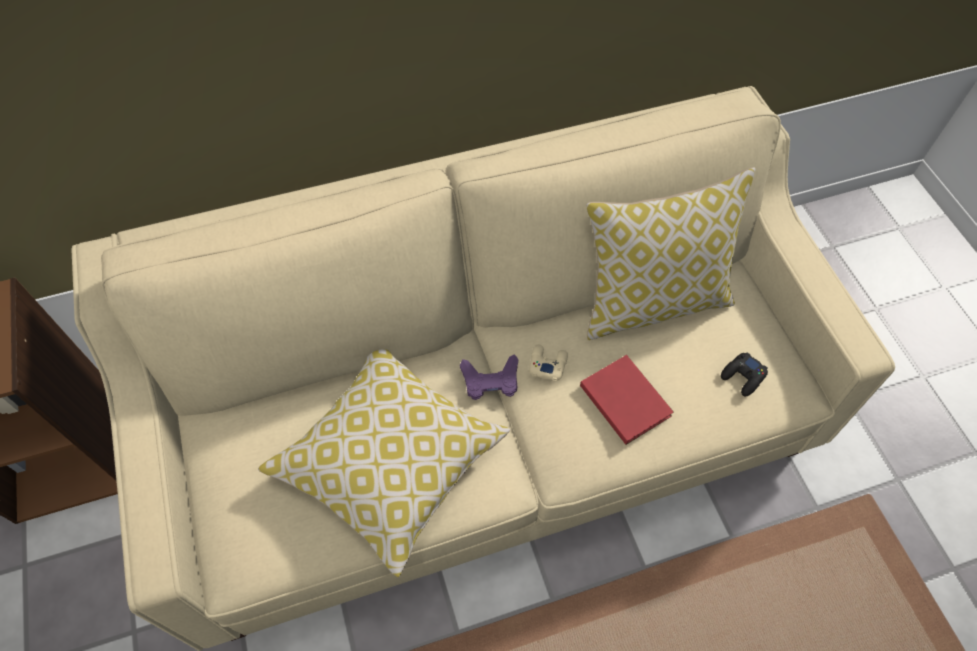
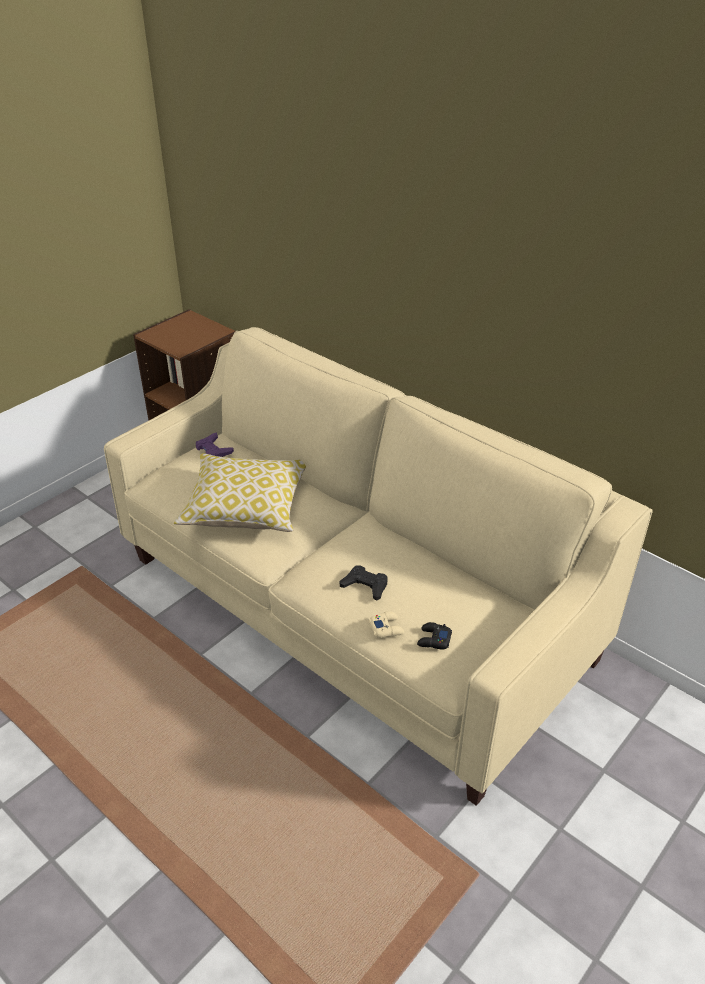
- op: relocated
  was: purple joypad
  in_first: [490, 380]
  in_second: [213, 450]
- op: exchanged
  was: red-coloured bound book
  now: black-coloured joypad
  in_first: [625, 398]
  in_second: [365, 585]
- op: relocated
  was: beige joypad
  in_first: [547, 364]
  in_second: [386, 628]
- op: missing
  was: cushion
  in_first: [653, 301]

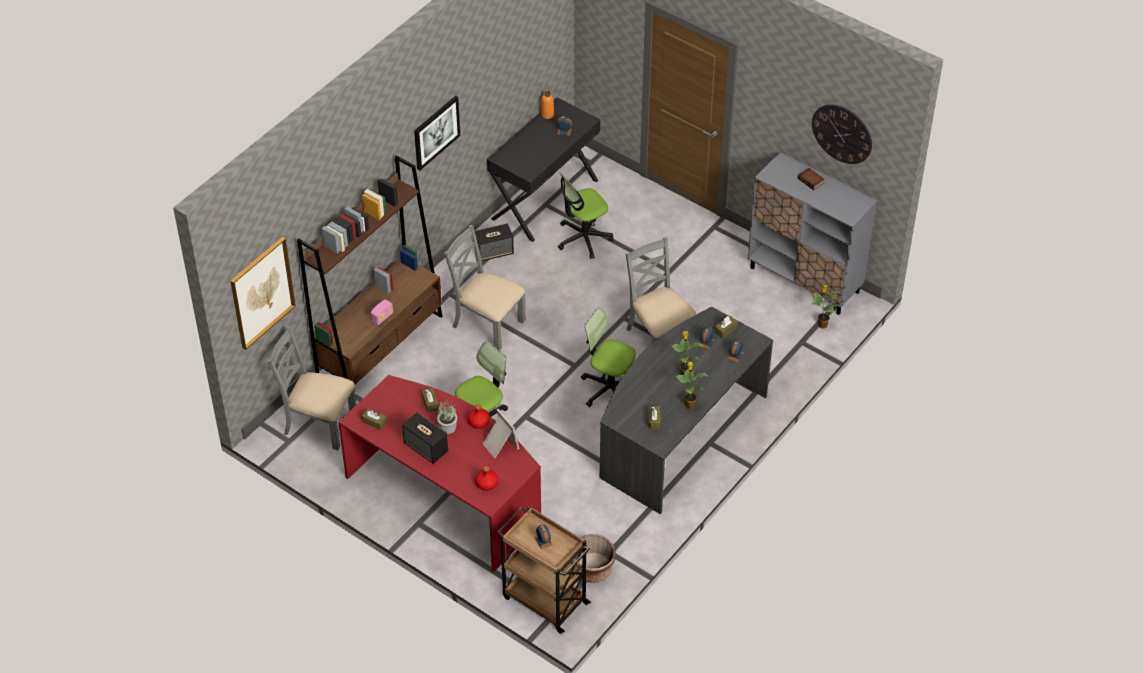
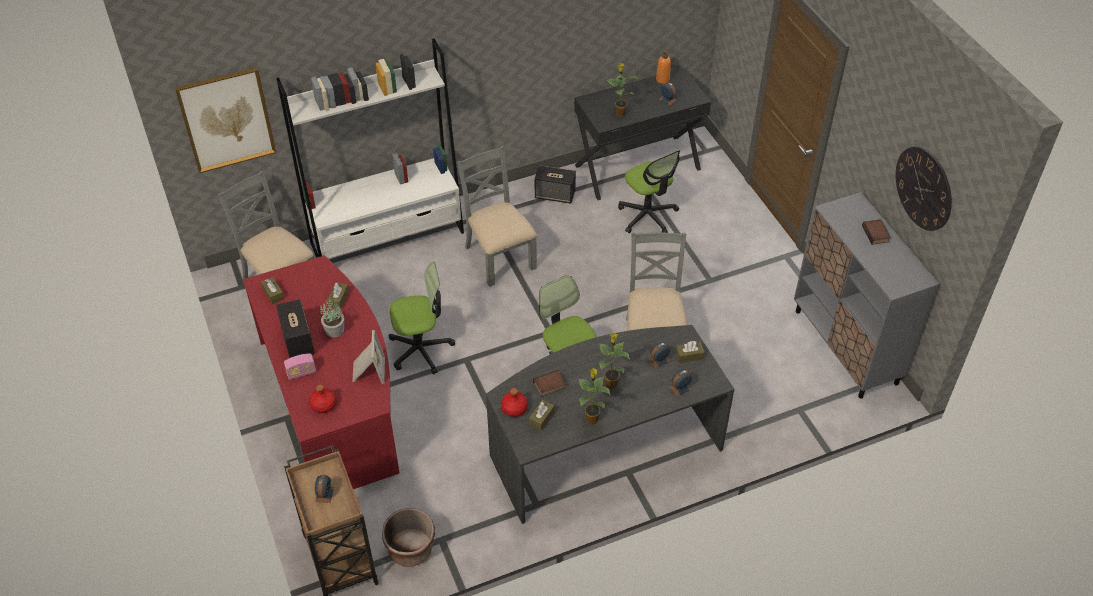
- op: colour
  was: brown bookshelf
  now: whitish bookshelf
  in_first: [380, 347]
  in_second: [388, 238]
- op: relocated
  was: radio
  in_first: [382, 317]
  in_second: [301, 372]
- op: relocated
  was: red-coloured bottle
  in_first: [478, 422]
  in_second: [514, 408]
- op: appeared
  now: bound book
  in_second: [549, 386]
- op: relocated
  was: potted plant
  in_first: [822, 325]
  in_second: [620, 113]
- op: spun
  was: computer chair
  in_first: [583, 238]
  in_second: [648, 216]
  clockwise: -120
- op: missing
  was: wall picture
  in_first: [436, 132]

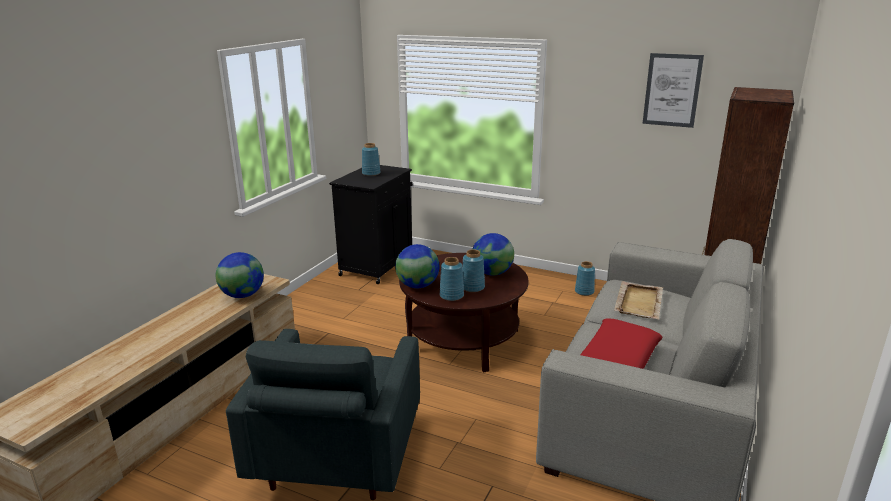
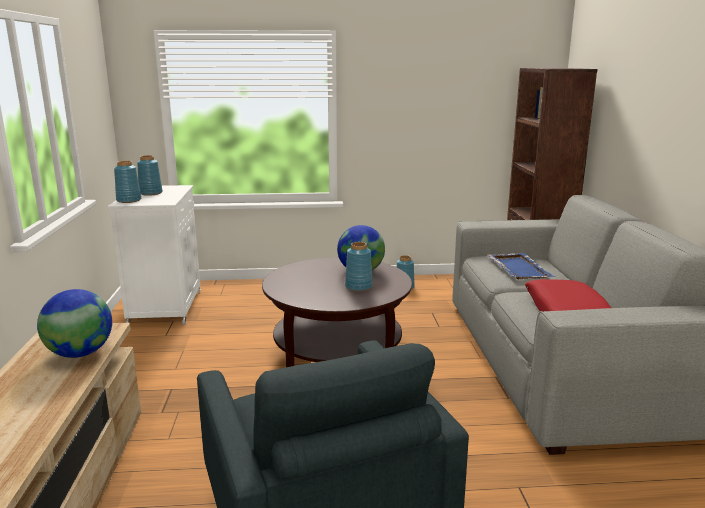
- op: colour
  was: black-coloured cupboard
  now: whitish cupboard
  in_first: [377, 266]
  in_second: [166, 307]
- op: relocated
  was: bluish flower vase
  in_first: [452, 295]
  in_second: [129, 200]
- op: colour
  was: beige tray
  now: bluish tray
  in_first: [639, 302]
  in_second: [518, 268]
- op: missing
  was: desk globe
  in_first: [417, 286]
- op: missing
  was: wall picture
  in_first: [672, 90]

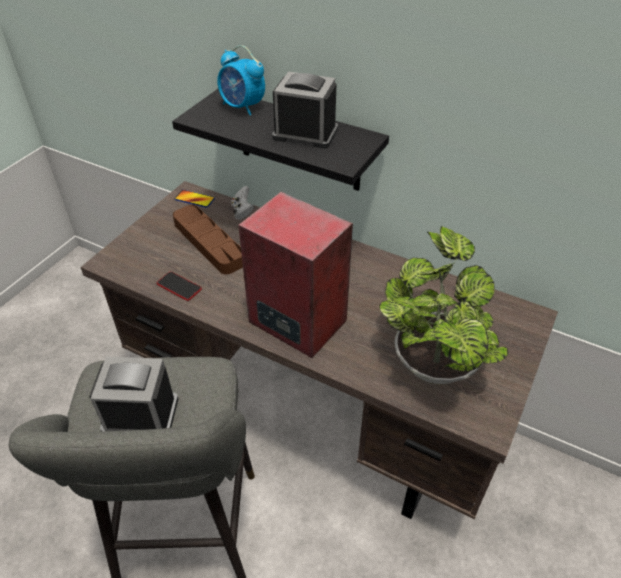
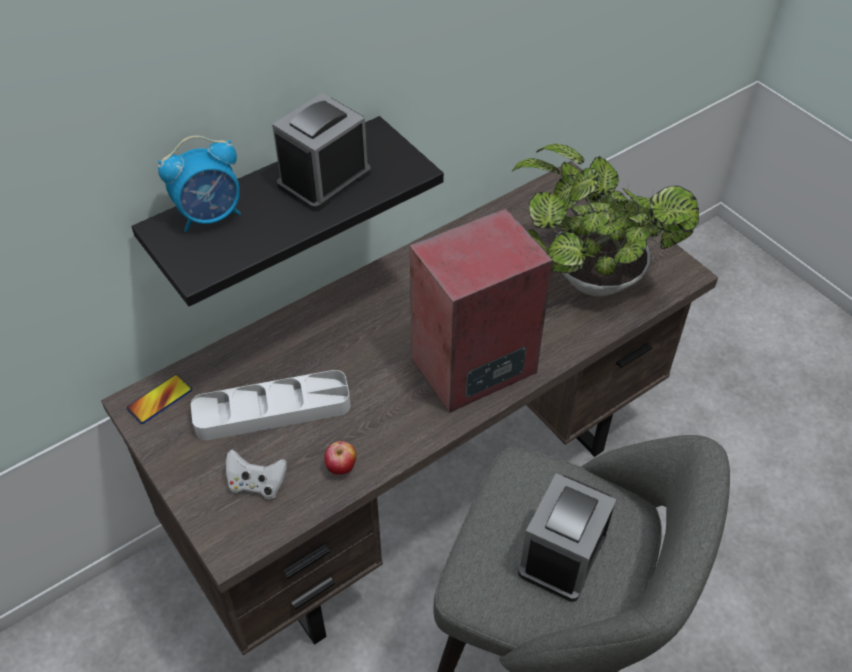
- op: colour
  was: brown tray
  now: whitish tray
  in_first: [209, 243]
  in_second: [272, 410]
- op: relocated
  was: whitish joypad
  in_first: [242, 212]
  in_second: [257, 484]
- op: exchanged
  was: phone
  now: whole apple
  in_first: [179, 286]
  in_second: [341, 468]

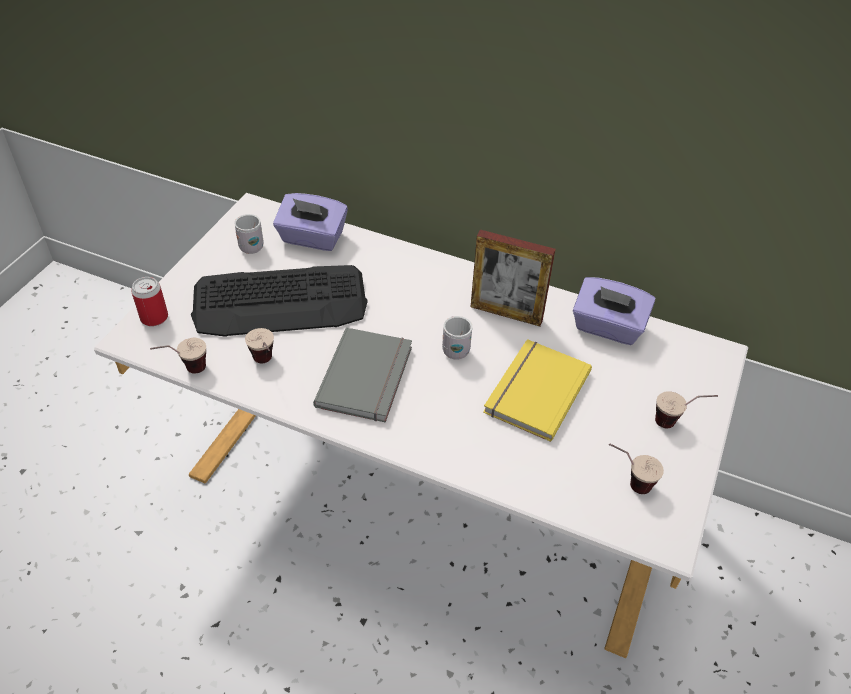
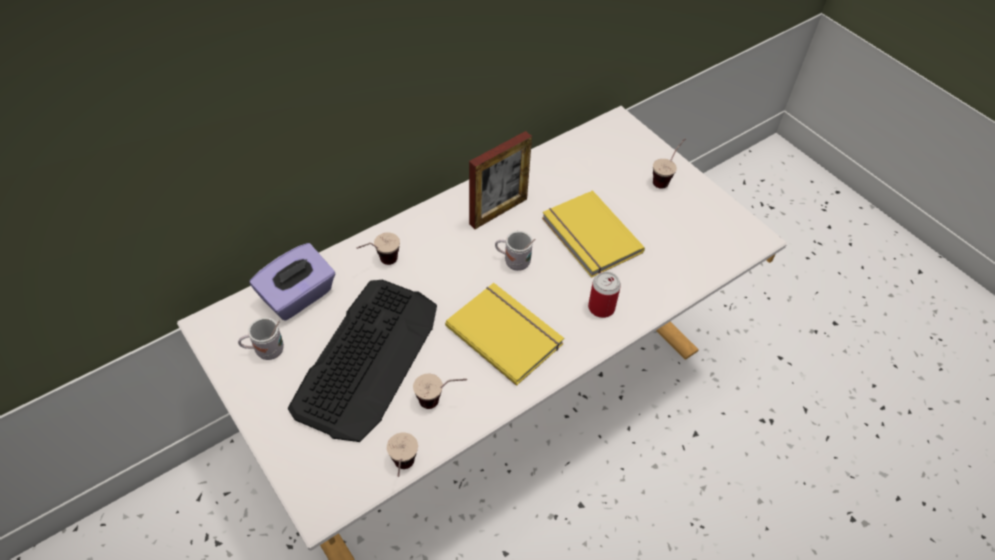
- op: relocated
  was: small cup
  in_first: [627, 482]
  in_second: [380, 264]
- op: colour
  was: greyish bound book
  now: yellowish bound book
  in_first: [368, 377]
  in_second: [506, 333]
- op: relocated
  was: sealed can
  in_first: [154, 317]
  in_second: [601, 307]
- op: missing
  was: purple tissue box
  in_first: [607, 327]

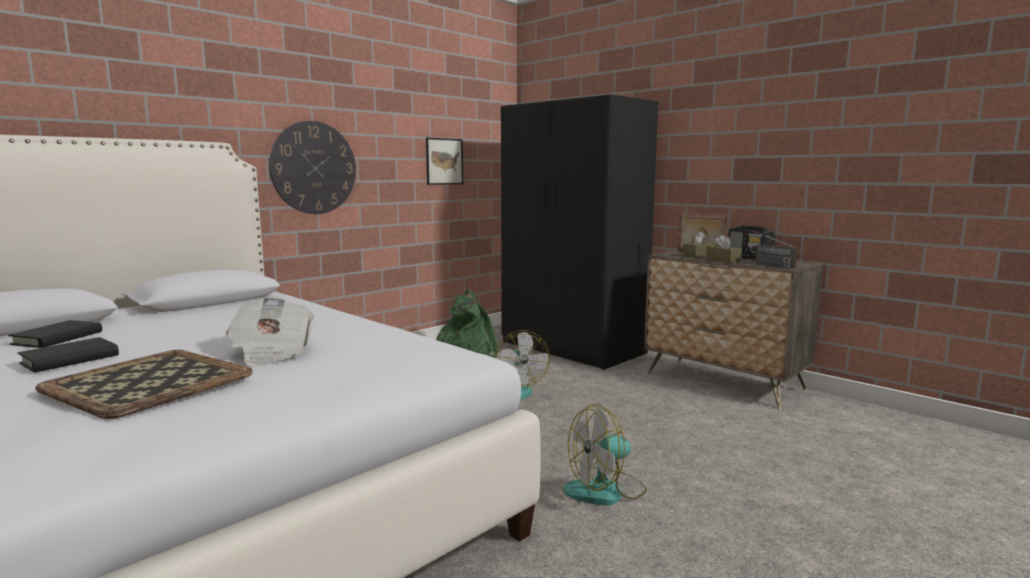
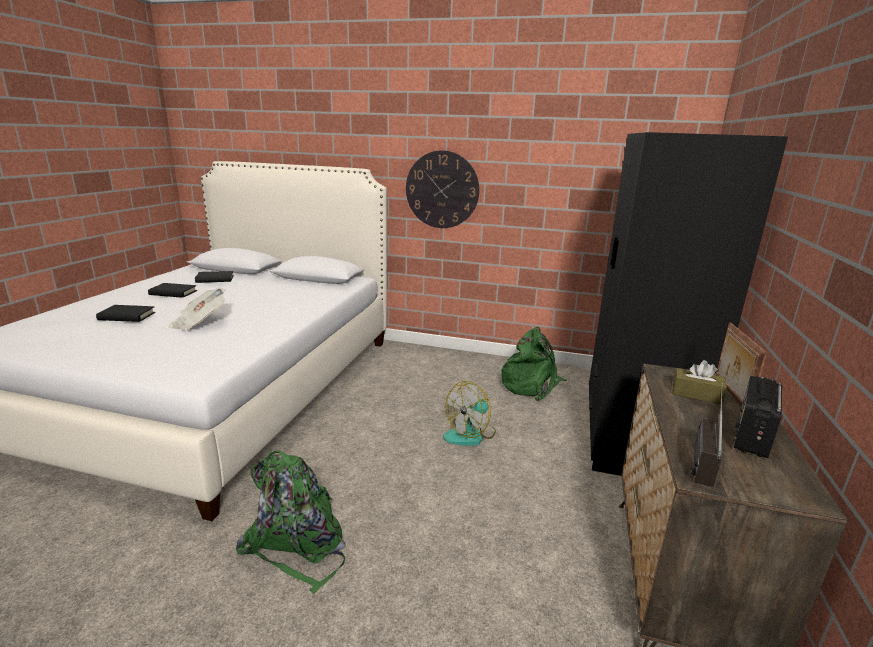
- op: exchanged
  was: tray
  now: black-coloured bound book
  in_first: [146, 382]
  in_second: [126, 316]
- op: exchanged
  was: electric fan
  now: green-coloured backpack
  in_first: [605, 491]
  in_second: [298, 544]
- op: missing
  was: wall picture
  in_first: [444, 161]
- op: missing
  was: brown tissue box
  in_first: [723, 260]

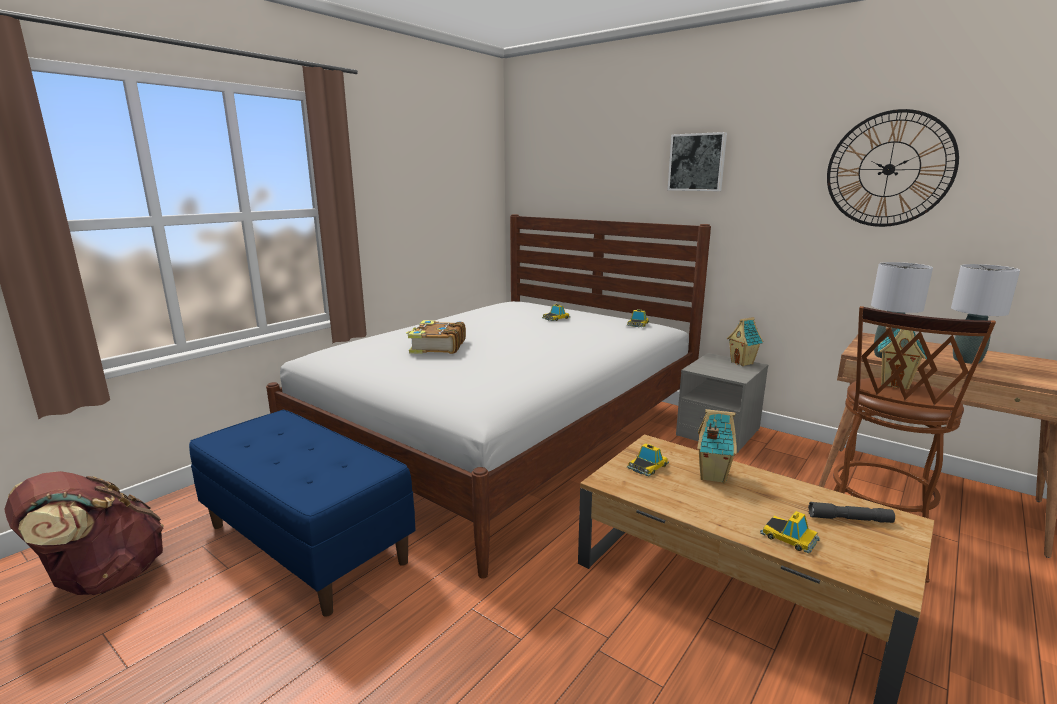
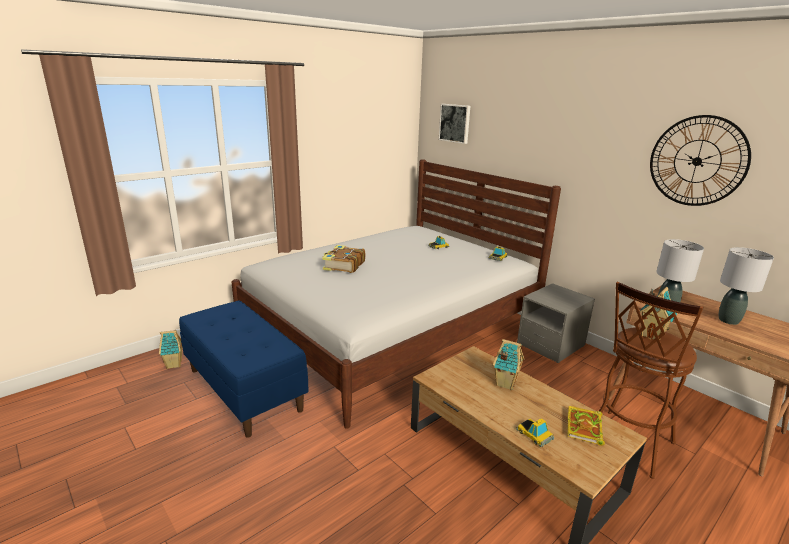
- op: relocated
  was: toy house
  in_first: [742, 363]
  in_second: [174, 364]
- op: relocated
  was: wall picture
  in_first: [697, 162]
  in_second: [455, 123]
- op: exchanged
  was: greyish hand torch
  now: bound book
  in_first: [849, 519]
  in_second: [585, 428]
- op: missing
  was: brown backpack
  in_first: [102, 579]
- op: missing
  was: toy car
  in_first: [647, 466]

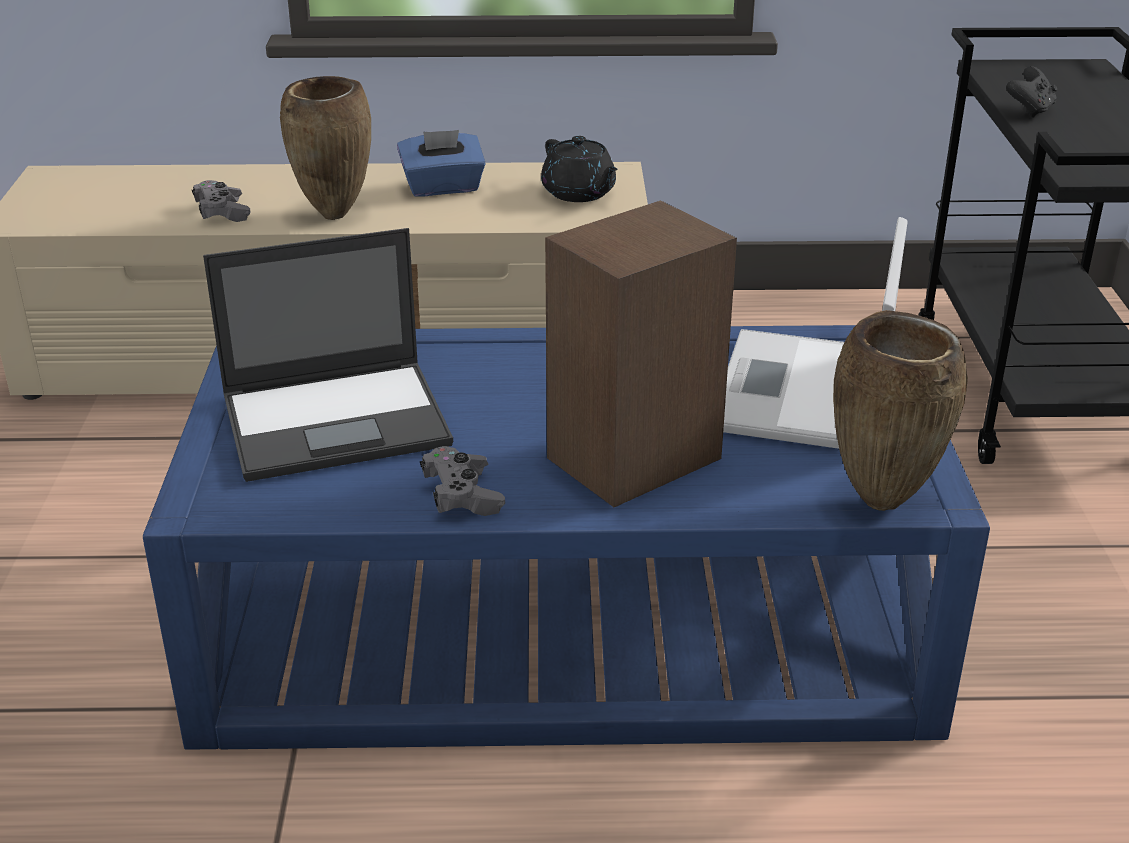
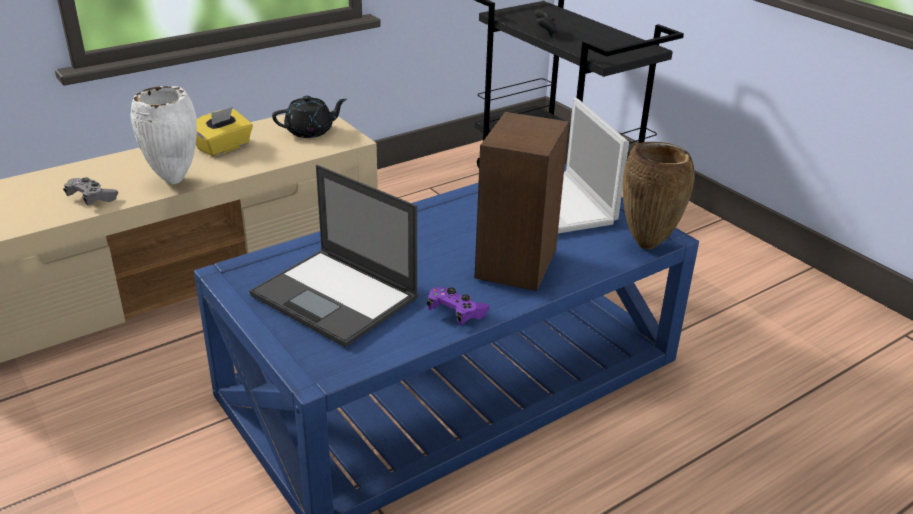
- op: colour
  was: brown flower vase
  now: whitish flower vase
  in_first: [334, 216]
  in_second: [174, 181]
- op: colour
  was: bluish tissue box
  now: yellowish tissue box
  in_first: [443, 188]
  in_second: [224, 147]
- op: spun
  was: portable computer
  in_first: [338, 420]
  in_second: [336, 297]
  clockwise: 90
- op: spun
  was: black-coloured teapot
  in_first: [579, 193]
  in_second: [310, 131]
  clockwise: -45
- op: colour
  was: greyish joypad
  now: purple joypad
  in_first: [462, 496]
  in_second: [456, 313]

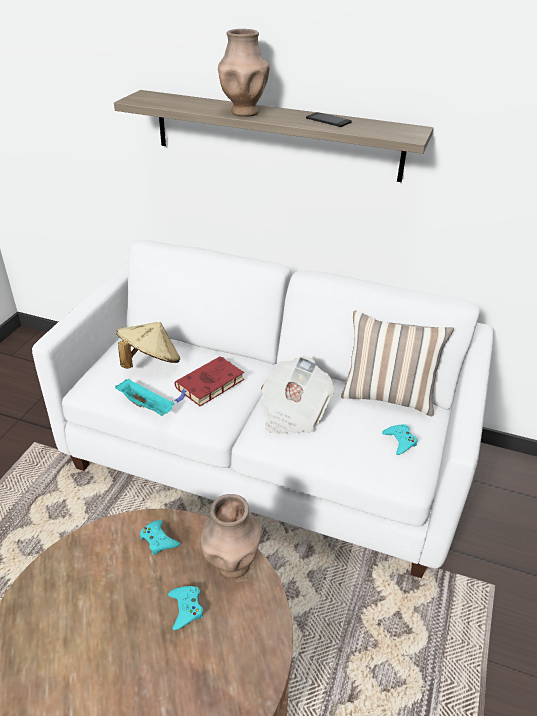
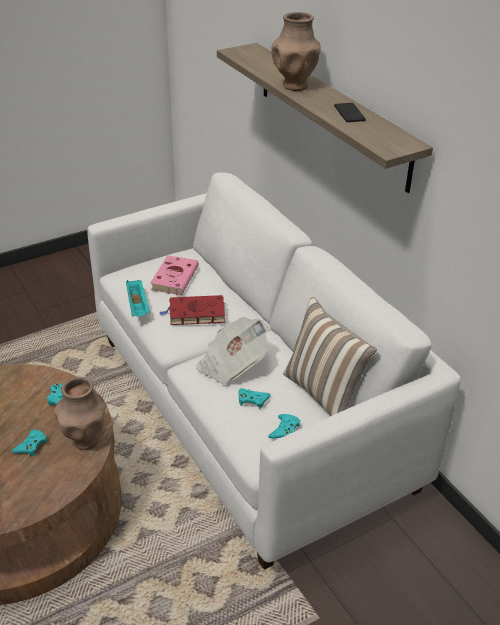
- op: exchanged
  was: beige hat
  now: pink bound book
  in_first: [150, 362]
  in_second: [175, 277]
- op: appeared
  now: turquoise-coloured joypad
  in_second: [252, 400]

